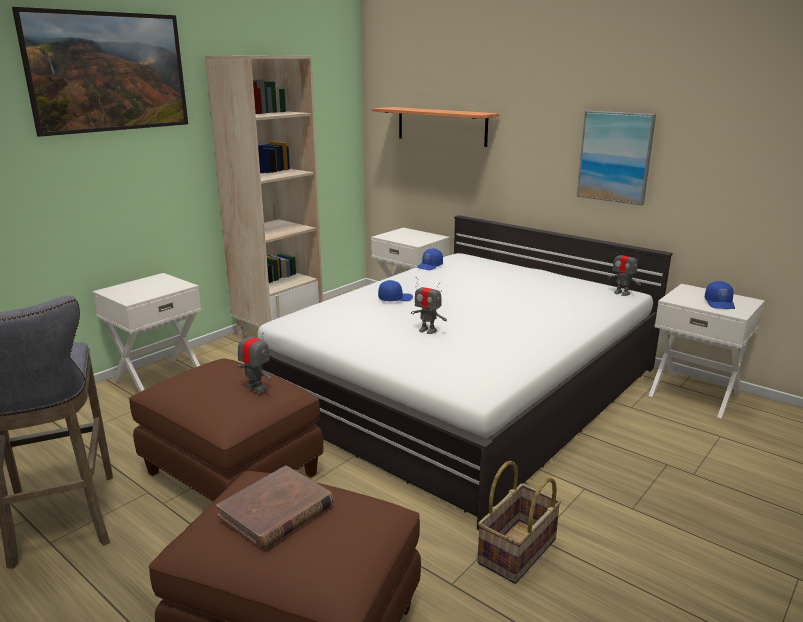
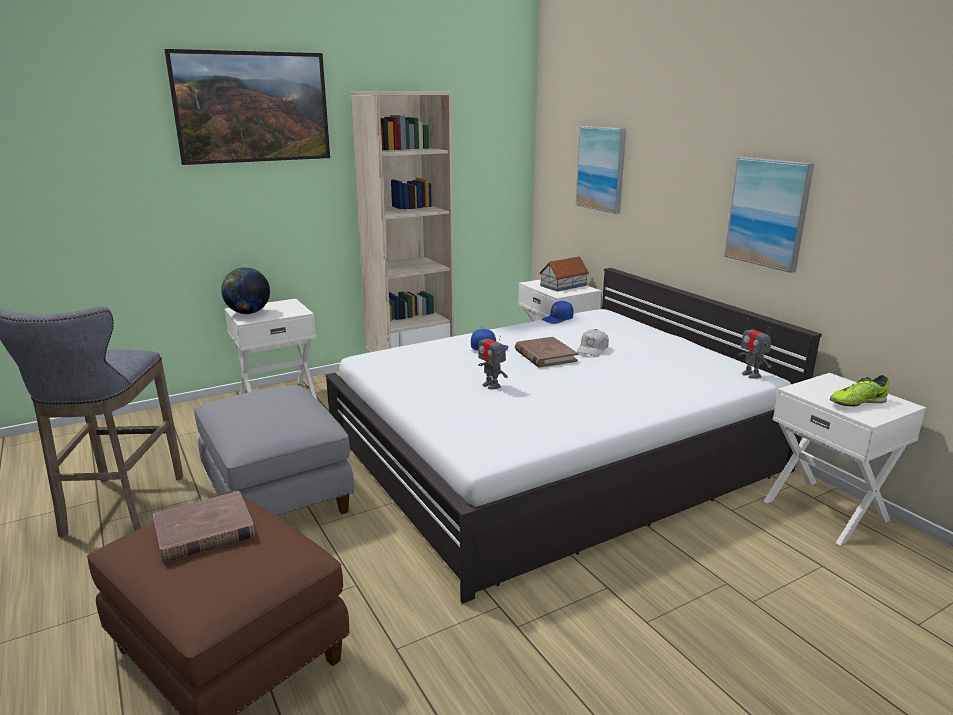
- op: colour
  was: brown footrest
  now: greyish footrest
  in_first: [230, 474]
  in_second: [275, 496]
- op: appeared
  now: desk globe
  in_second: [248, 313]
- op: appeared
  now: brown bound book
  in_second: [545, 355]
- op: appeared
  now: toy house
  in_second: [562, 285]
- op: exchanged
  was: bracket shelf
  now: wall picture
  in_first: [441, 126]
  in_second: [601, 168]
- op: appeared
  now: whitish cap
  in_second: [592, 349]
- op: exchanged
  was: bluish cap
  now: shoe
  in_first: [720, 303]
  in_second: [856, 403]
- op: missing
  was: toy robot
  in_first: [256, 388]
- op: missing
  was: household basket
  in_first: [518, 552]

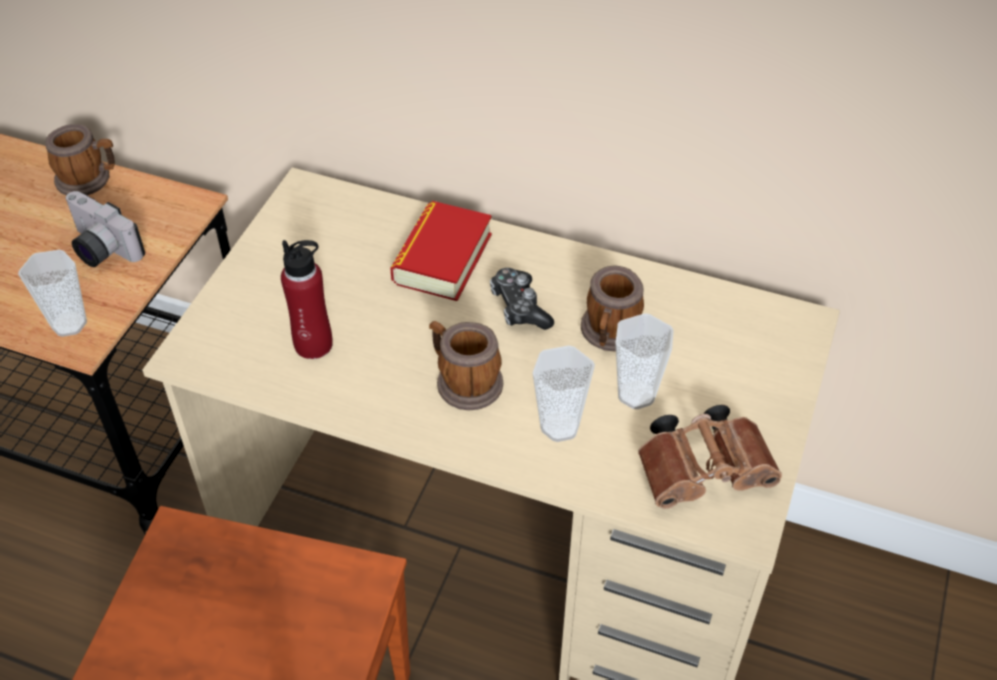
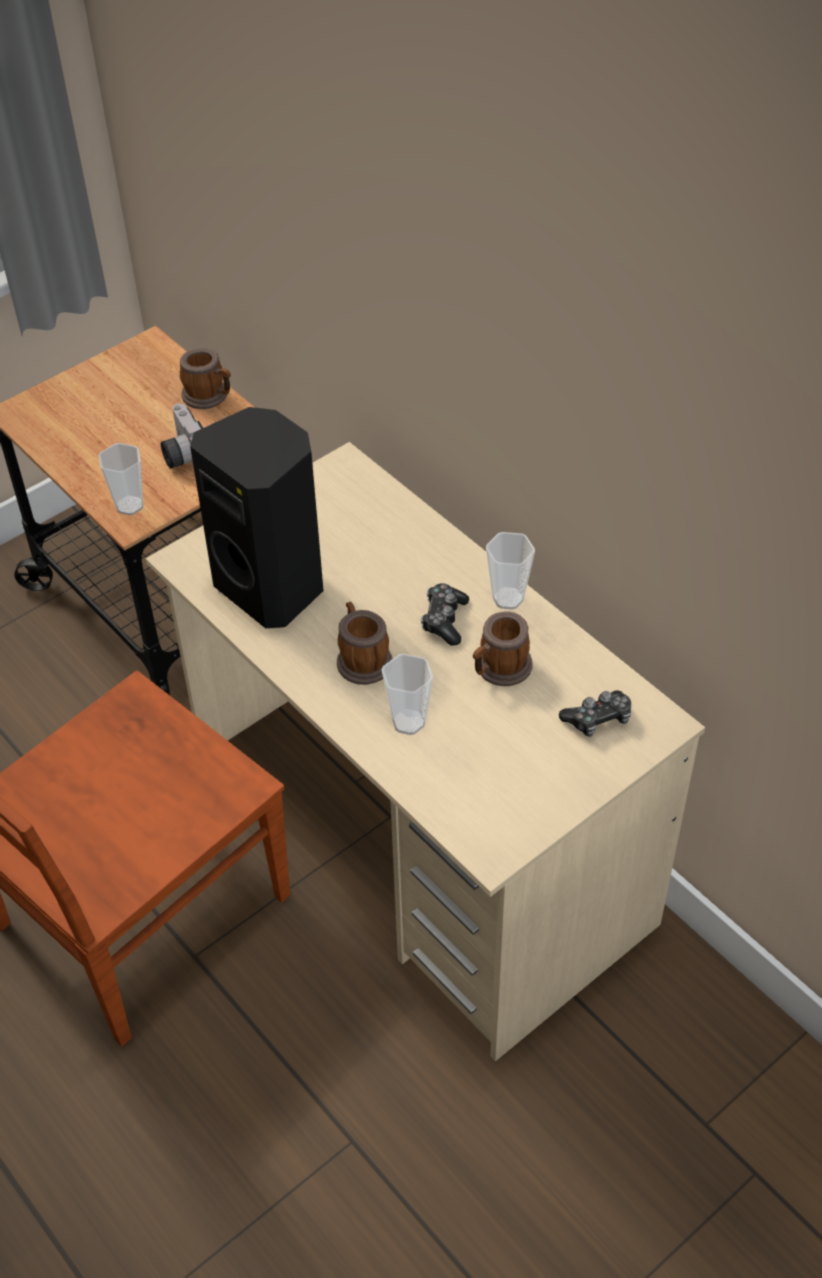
- op: exchanged
  was: red-coloured bottle
  now: black-coloured audio speaker
  in_first: [313, 344]
  in_second: [273, 587]
- op: relocated
  was: small cup
  in_first: [636, 394]
  in_second: [508, 598]
- op: appeared
  now: joypad
  in_second: [598, 719]
- op: missing
  was: bound book
  in_first: [442, 258]
- op: missing
  was: brown pair of binoculars
  in_first: [706, 471]

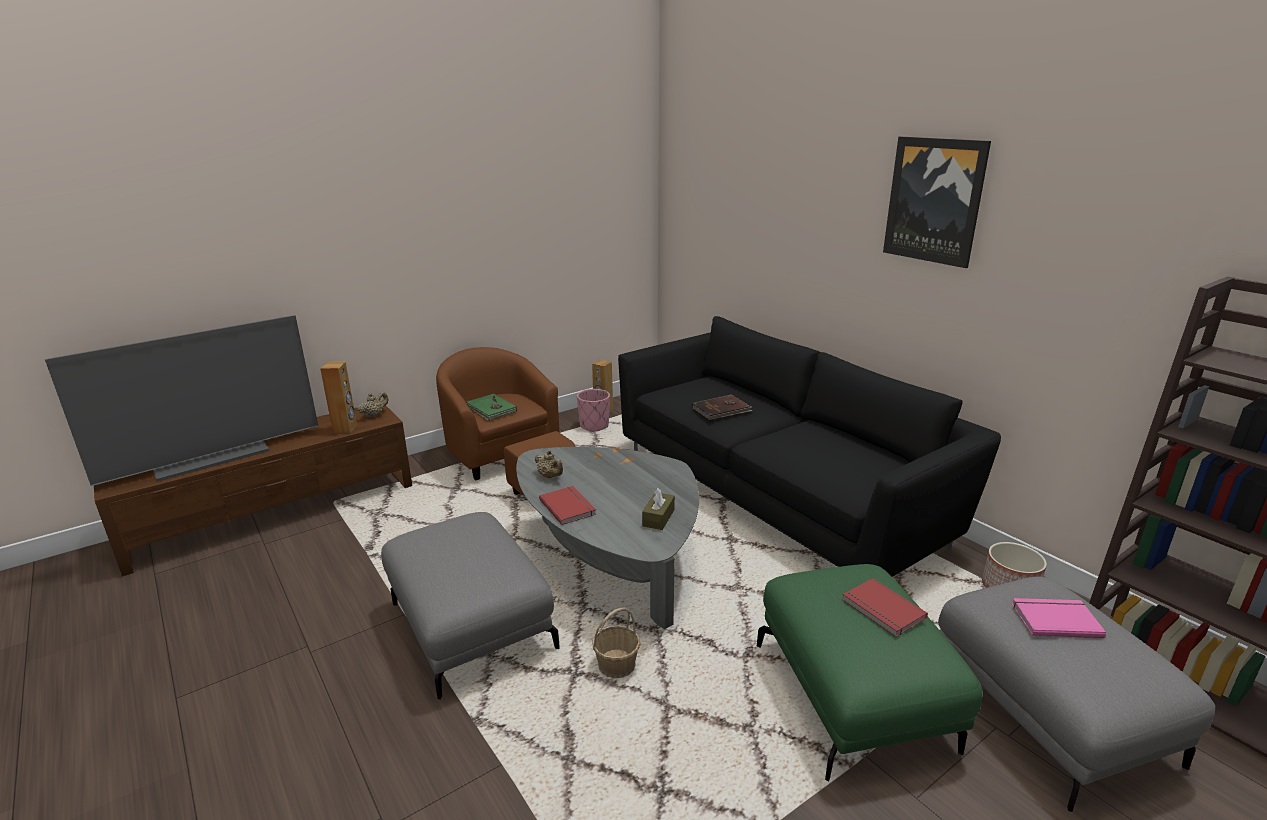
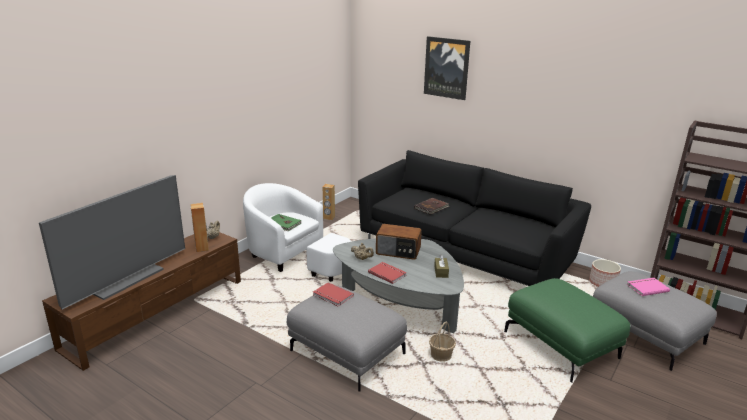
- op: colour
  was: brown lounge chair
  now: whitish lounge chair
  in_first: [509, 464]
  in_second: [293, 259]
- op: relocated
  was: red-coloured bound book
  in_first: [882, 610]
  in_second: [332, 296]
- op: appeared
  now: radio
  in_second: [398, 251]
- op: relocated
  was: wall picture
  in_first: [934, 200]
  in_second: [446, 68]
- op: missing
  was: pink plant pot
  in_first: [594, 426]

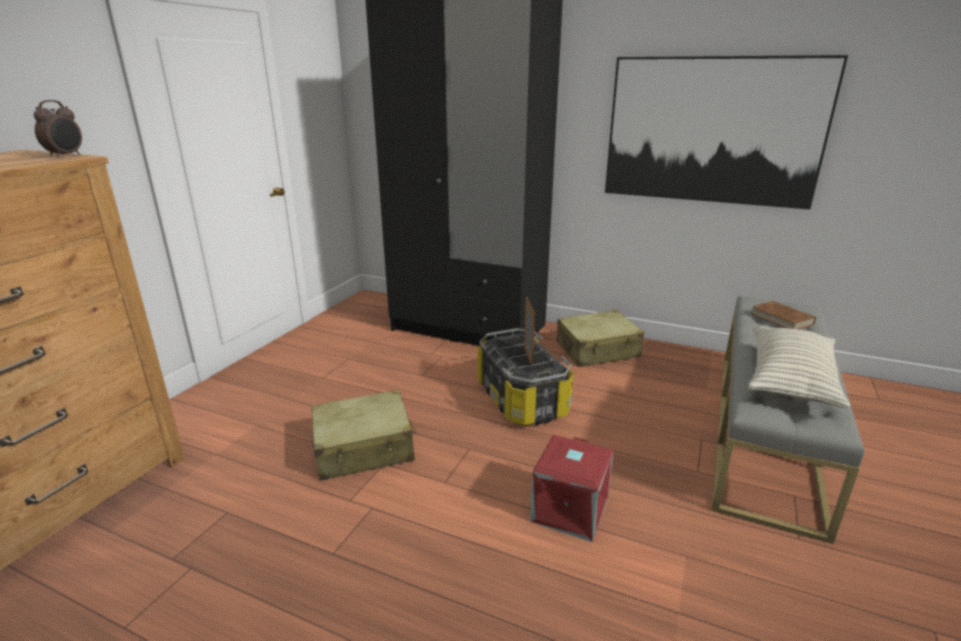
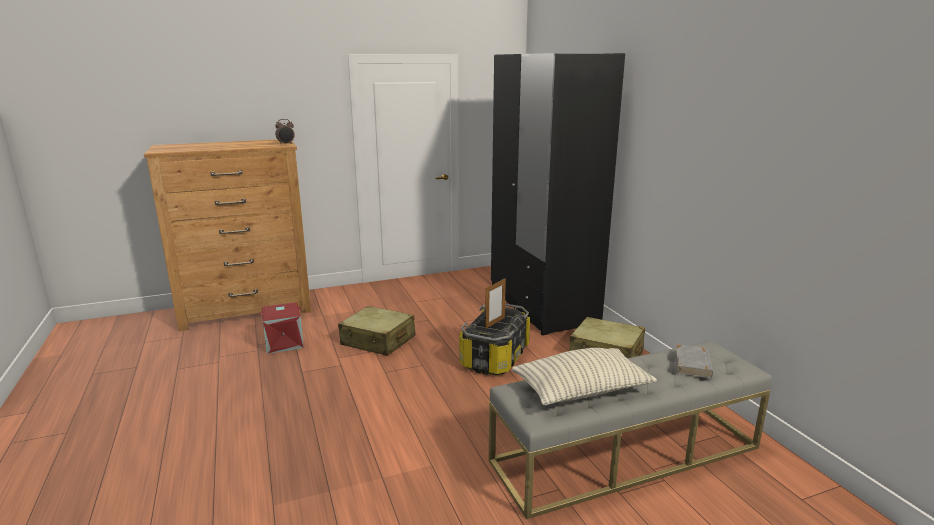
- op: relocated
  was: red-coloured storage bin
  in_first: [571, 511]
  in_second: [284, 343]
- op: colour
  was: brown bound book
  now: greyish bound book
  in_first: [781, 319]
  in_second: [693, 364]
- op: missing
  was: wall picture
  in_first: [712, 131]

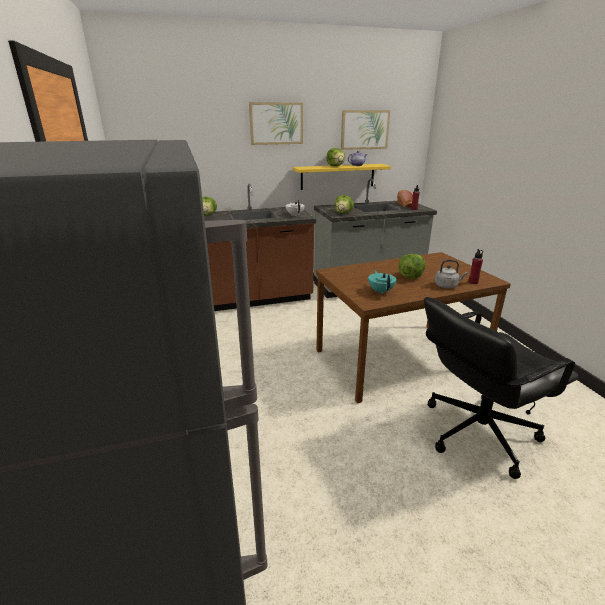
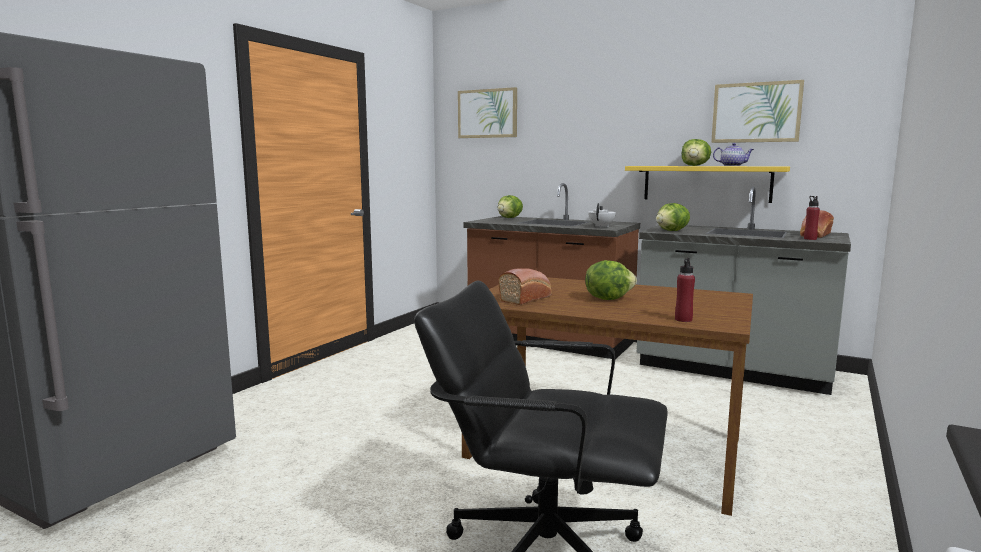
- op: relocated
  was: wall picture
  in_first: [276, 123]
  in_second: [487, 113]
- op: exchanged
  was: turquoise-coloured teapot
  now: baked bread
  in_first: [381, 291]
  in_second: [527, 298]
- op: missing
  was: greyish tea kettle
  in_first: [447, 286]

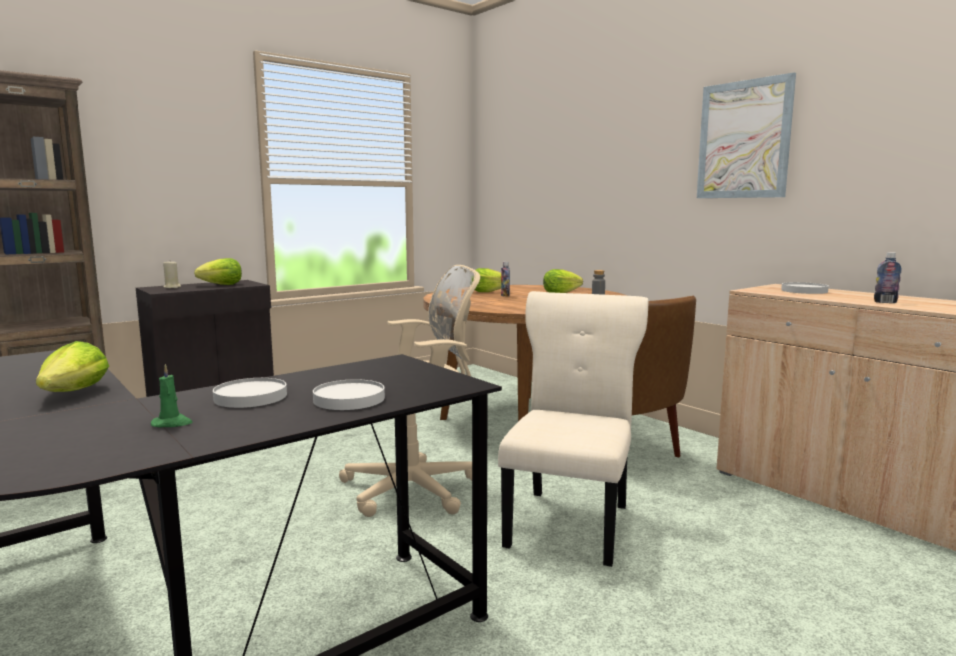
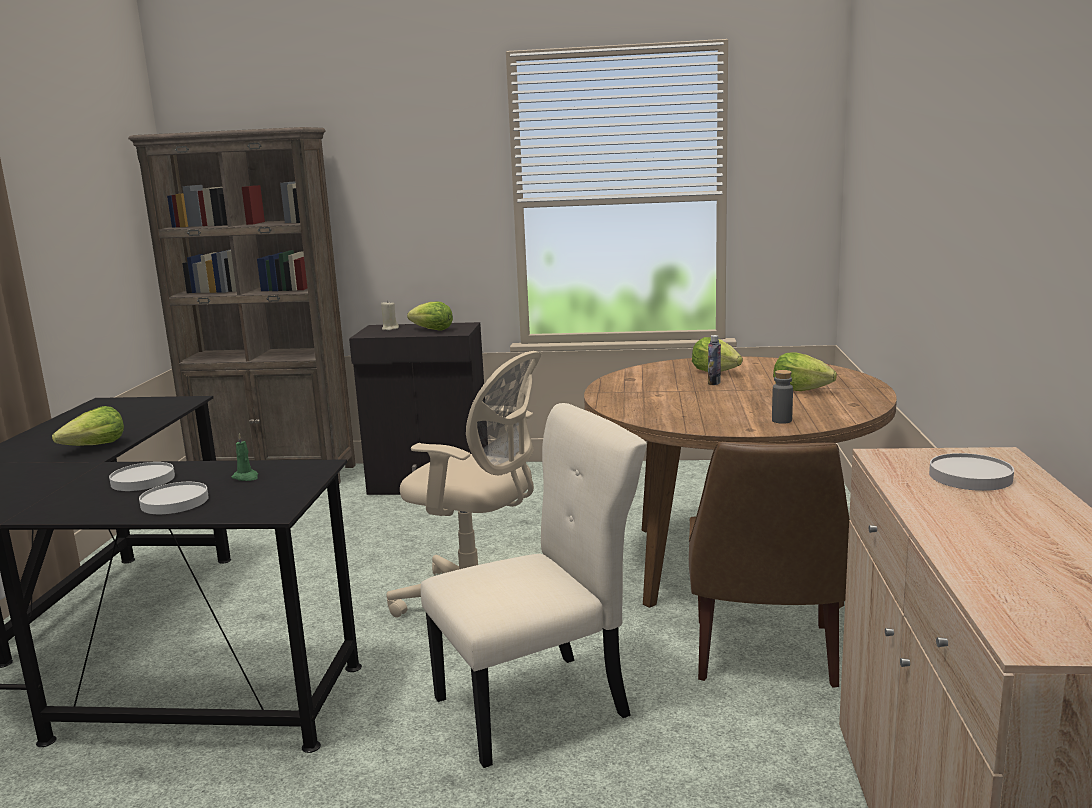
- op: relocated
  was: green-coloured wax light
  in_first: [172, 423]
  in_second: [246, 477]
- op: missing
  was: wall picture
  in_first: [743, 140]
- op: missing
  was: bottle
  in_first: [885, 302]

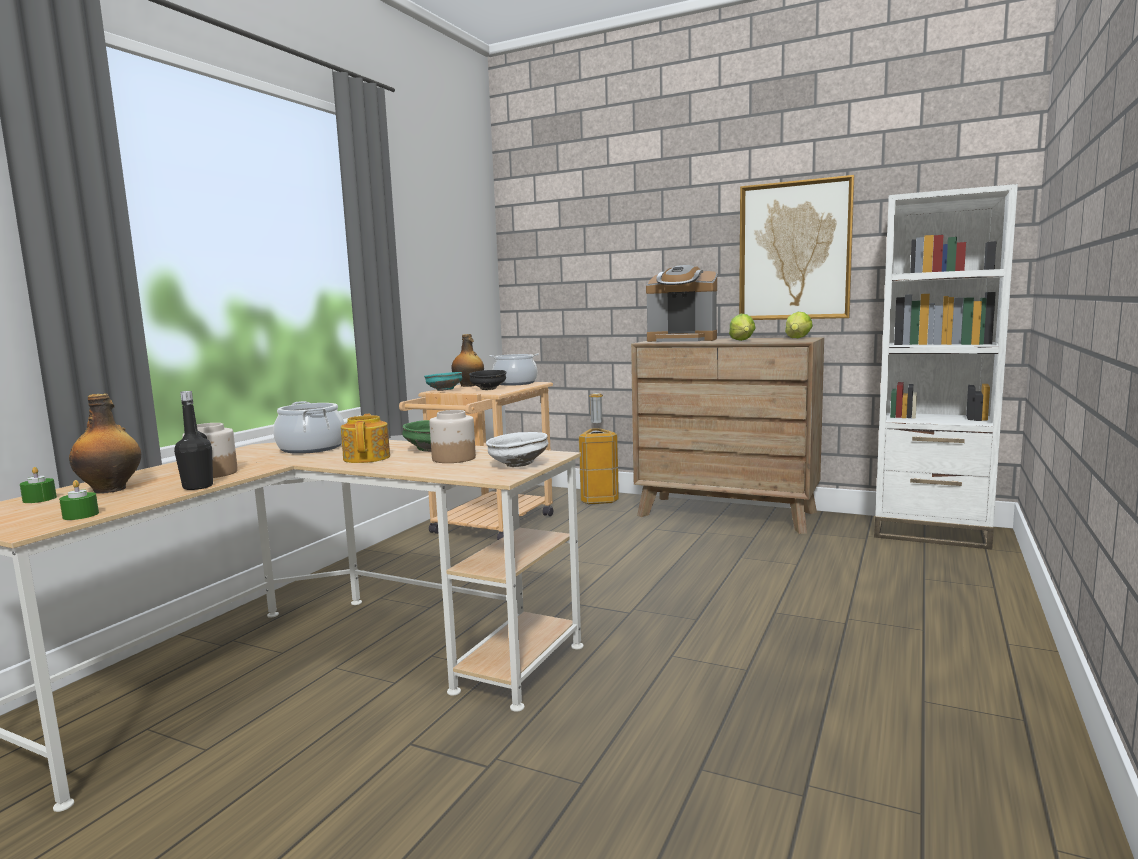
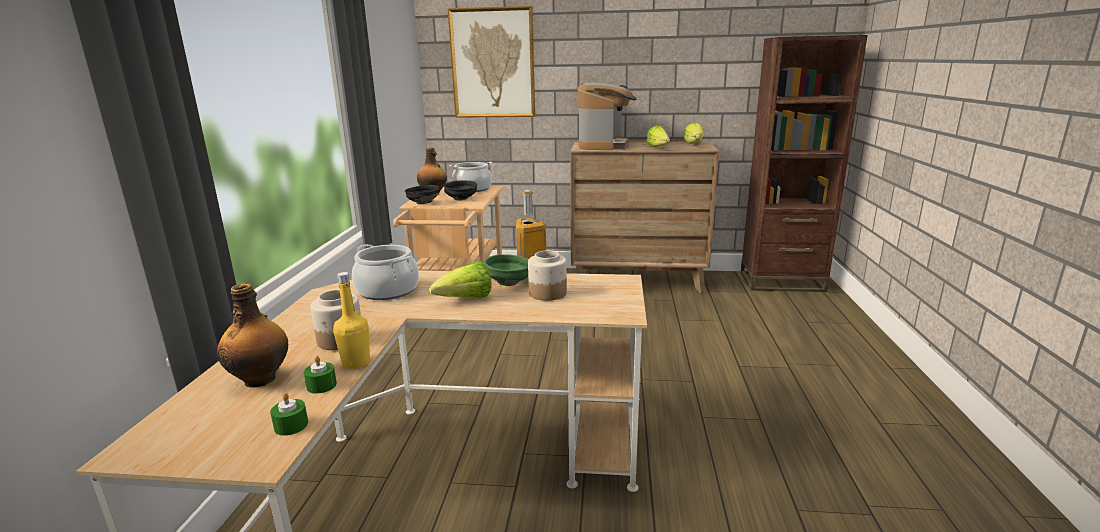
- op: relocated
  was: green-coloured wax light
  in_first: [39, 499]
  in_second: [321, 385]
- op: colour
  was: black-coloured bottle
  now: yellowish bottle
  in_first: [198, 487]
  in_second: [356, 362]
- op: colour
  was: turquoise-coloured bowl
  now: black-coloured bowl
  in_first: [444, 390]
  in_second: [423, 203]
- op: exchanged
  was: teapot
  now: head of lettuce
  in_first: [367, 458]
  in_second: [466, 300]
- op: relocated
  was: wall picture
  in_first: [794, 251]
  in_second: [493, 63]
- op: spun
  was: coffee maker
  in_first: [682, 340]
  in_second: [604, 146]
  clockwise: -75
- op: colour
  was: whitish bookshelf
  now: brown bookshelf
  in_first: [931, 532]
  in_second: [782, 282]
- op: missing
  was: whitish bowl
  in_first: [517, 465]

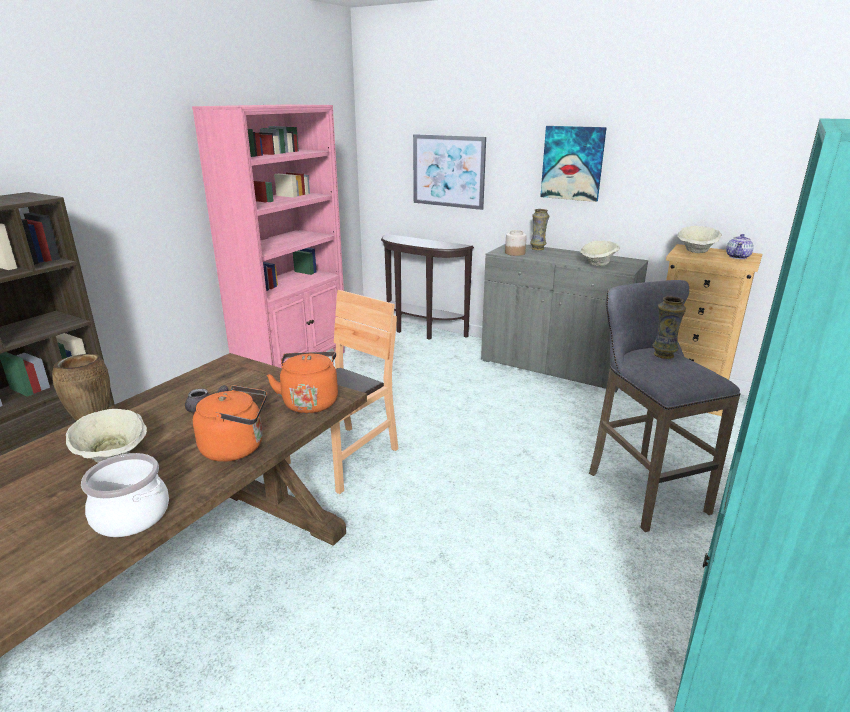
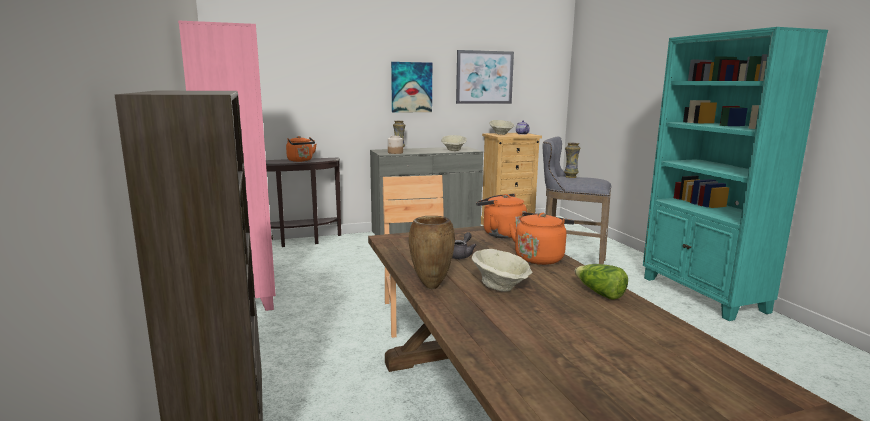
- op: appeared
  now: orange tea kettle
  in_second: [301, 160]
- op: relocated
  was: wall picture
  in_first: [448, 171]
  in_second: [484, 77]
- op: exchanged
  was: saucepot
  now: head of lettuce
  in_first: [130, 516]
  in_second: [599, 293]

